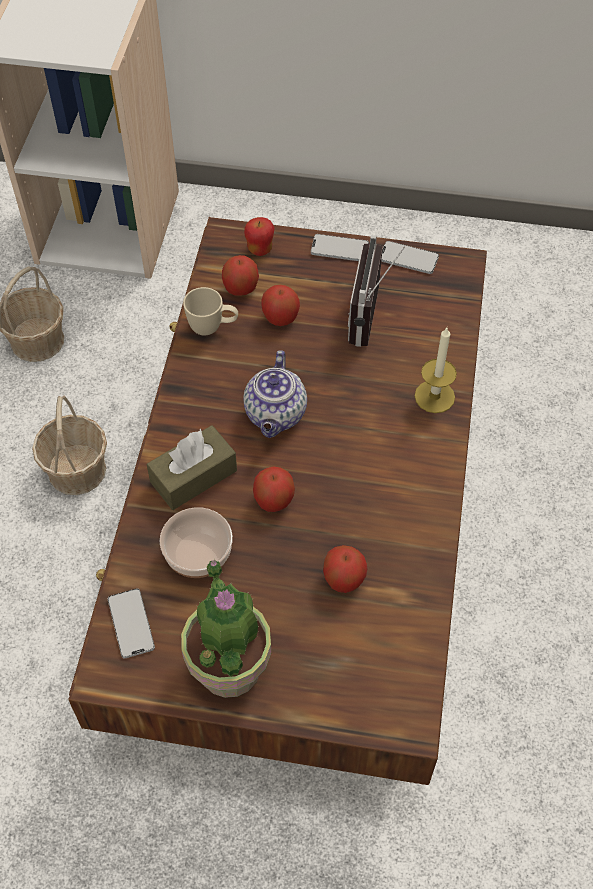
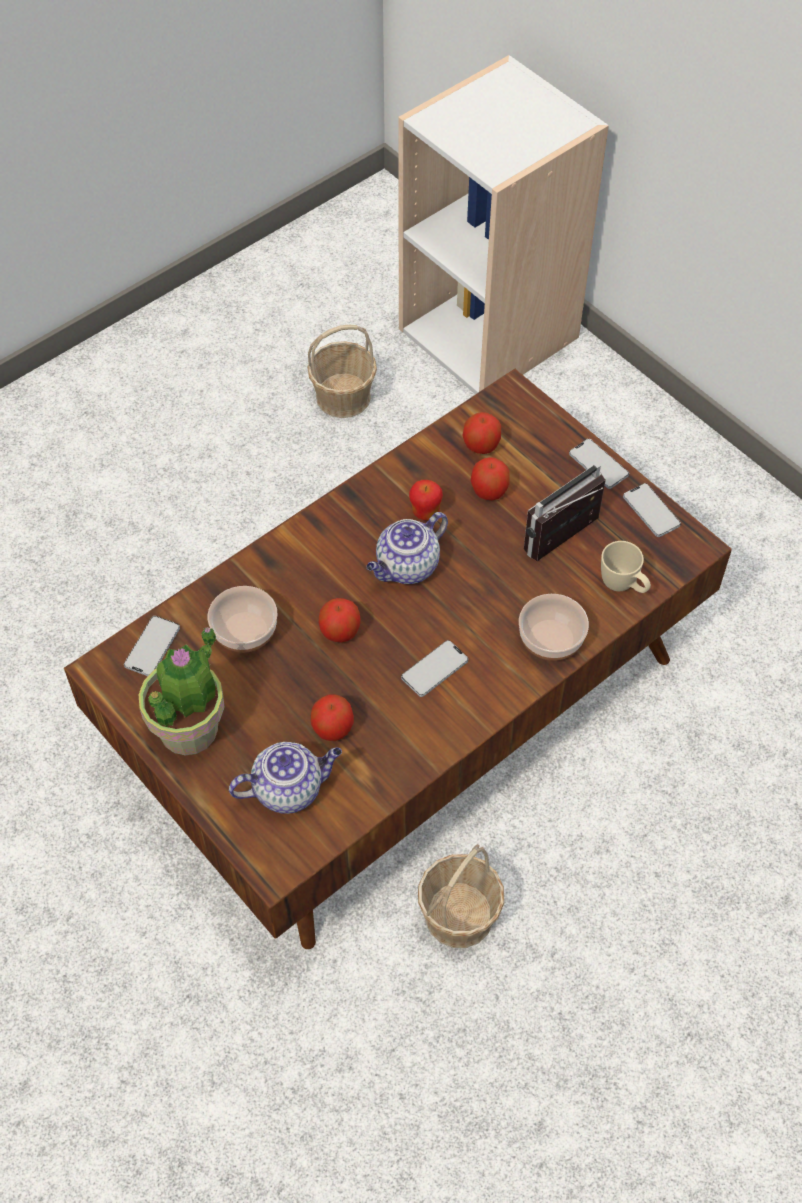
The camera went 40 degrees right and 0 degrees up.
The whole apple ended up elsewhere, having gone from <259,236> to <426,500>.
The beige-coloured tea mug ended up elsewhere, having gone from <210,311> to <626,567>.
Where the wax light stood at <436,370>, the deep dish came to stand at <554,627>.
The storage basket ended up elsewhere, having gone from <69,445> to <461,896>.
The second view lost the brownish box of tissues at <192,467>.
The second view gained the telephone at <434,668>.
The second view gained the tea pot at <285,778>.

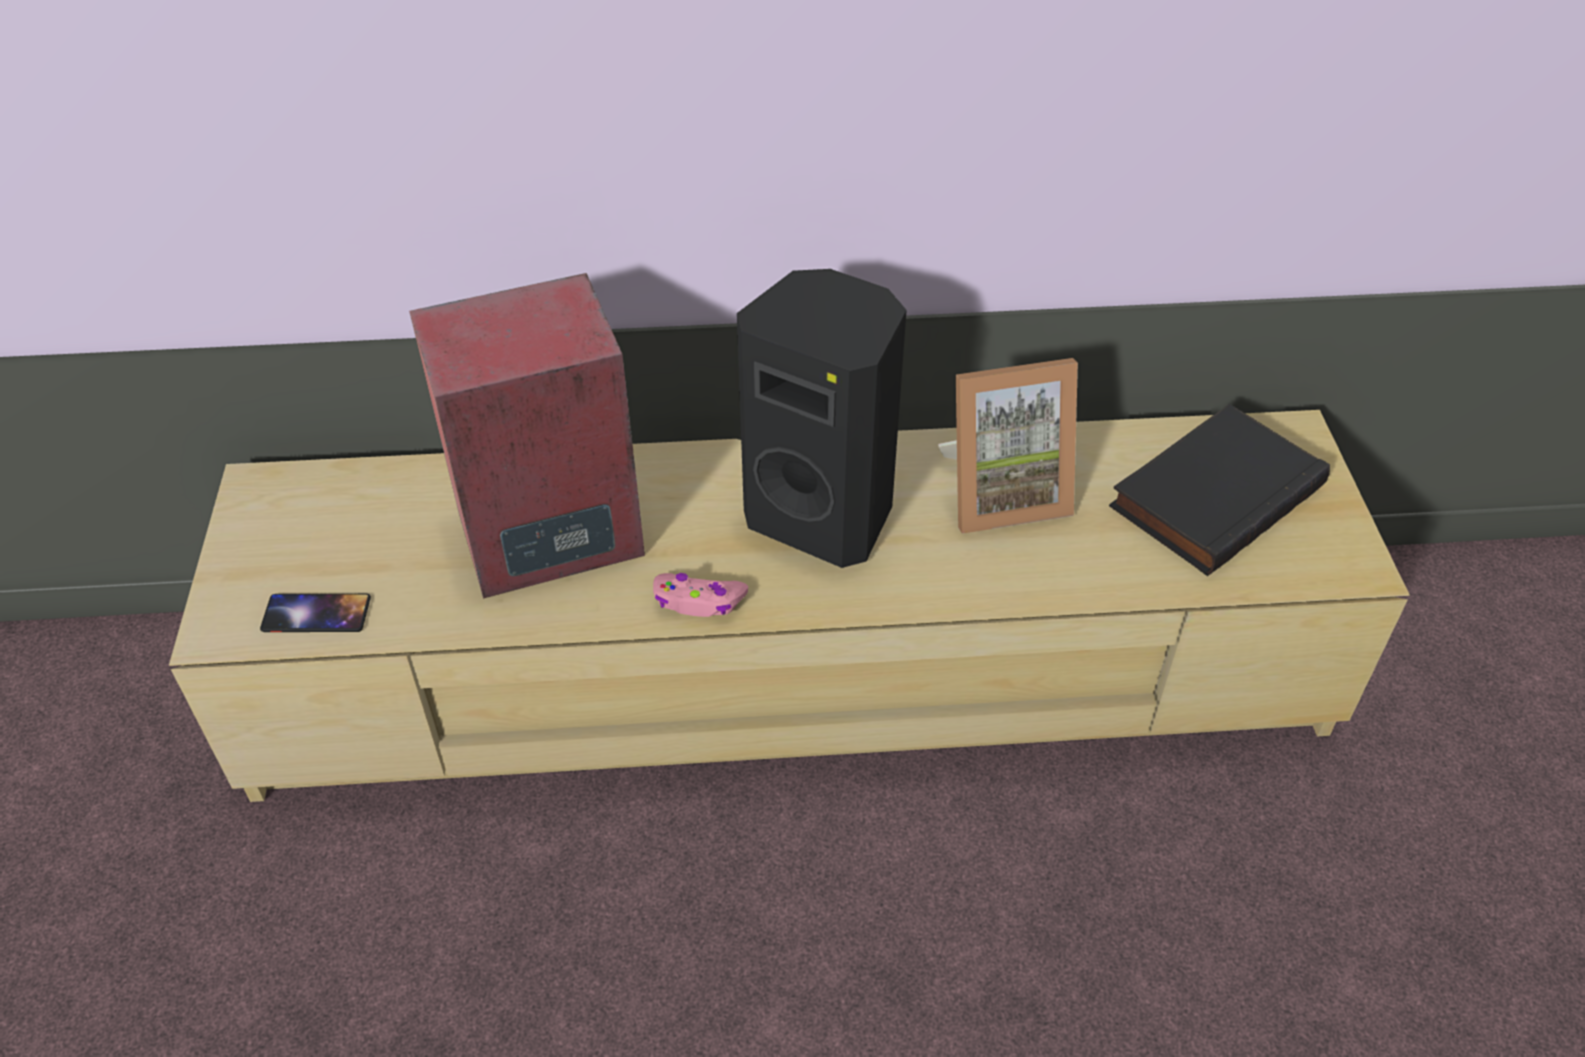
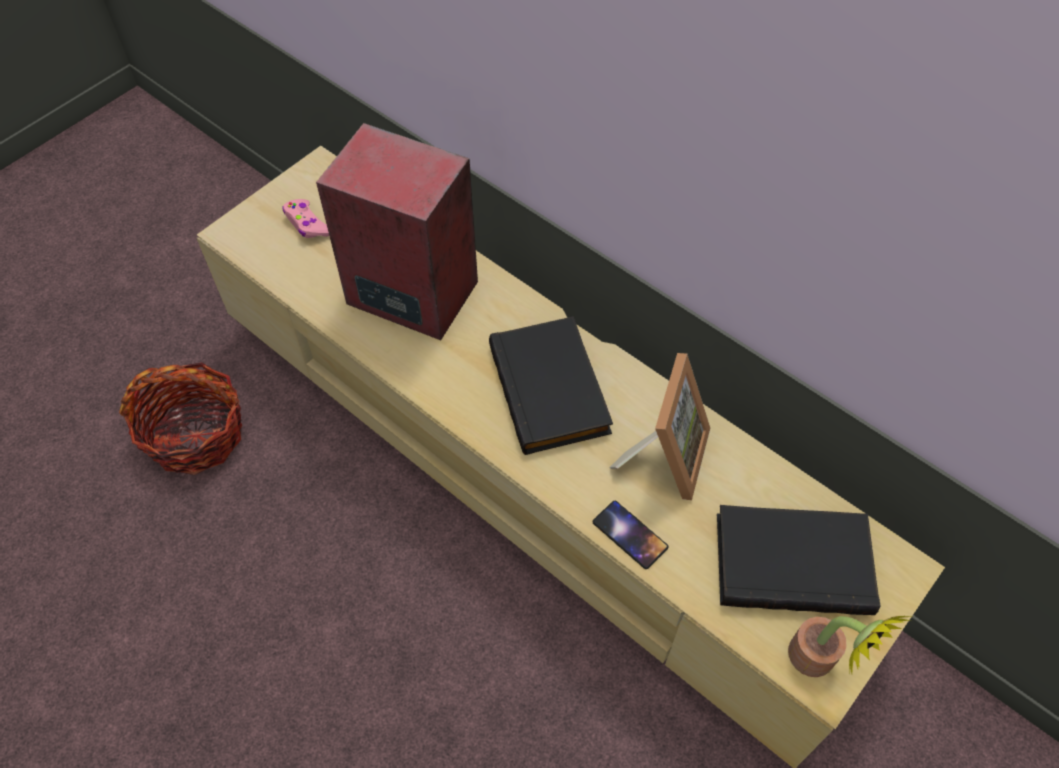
The camera went 45 degrees right and 10 degrees up.
Where the black loudspeaker stood at <822,418>, the black volume came to stand at <551,385>.
The picture frame at <1008,446> ended up facing another way, 105 degrees counterclockwise from before.
The pinkish gamepad ended up elsewhere, having gone from <700,595> to <305,218>.
The telephone ended up elsewhere, having gone from <315,613> to <630,535>.
The second view gained the storage basket at <180,418>.
The second view gained the houseplant at <849,646>.

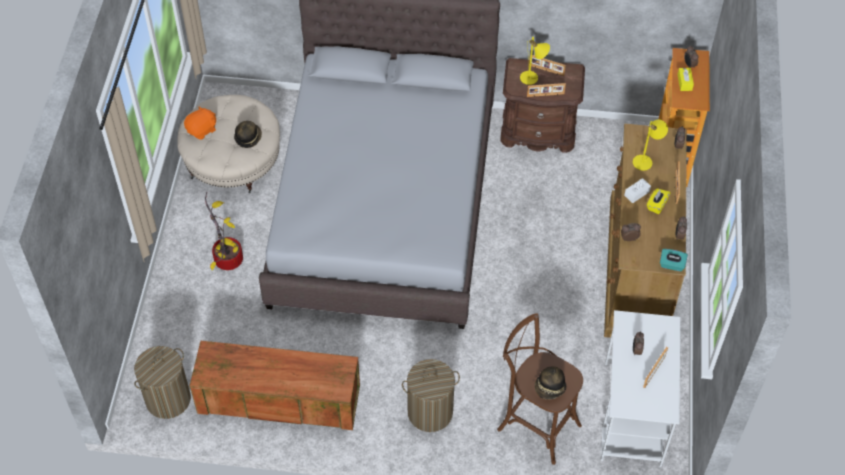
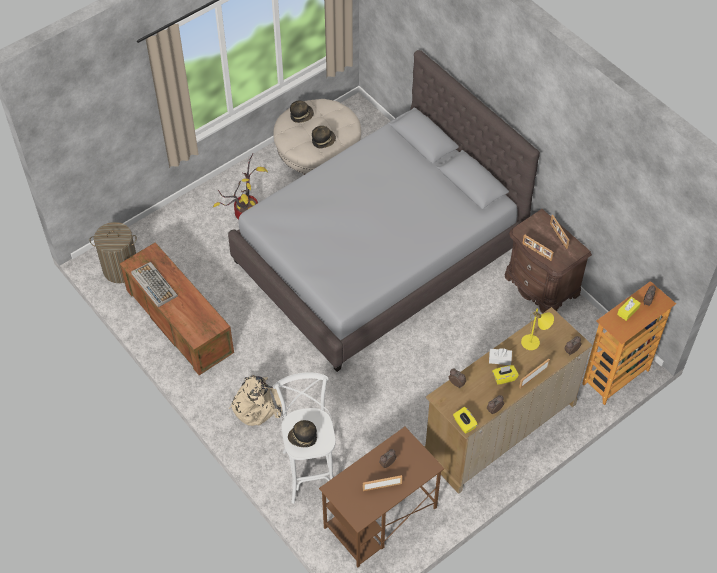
The camera went 45 degrees right and 0 degrees up.
The second view lost the yellowish lamp for a table at <535,61>.
Where the orangey plush toy stood at <200,123>, the wearable hat came to stand at <302,112>.
What was the turquoise box of tissues at <674,260> turned into the yellowish box of tissues at <465,420>.
What was the white-coloured desk unit at <640,388> turned into the brownish desk unit at <381,497>.
What was the brownish stool at <540,389> turned into the white-coloured stool at <304,438>.
Where the hamper stood at <431,395>, the beige-coloured knapsack came to stand at <255,400>.
The second view gained the keyboard at <154,284>.

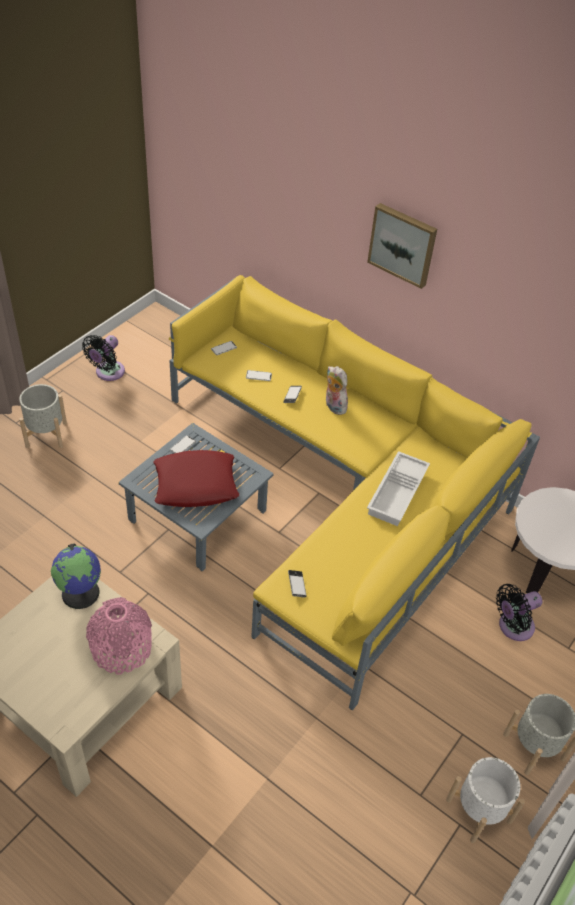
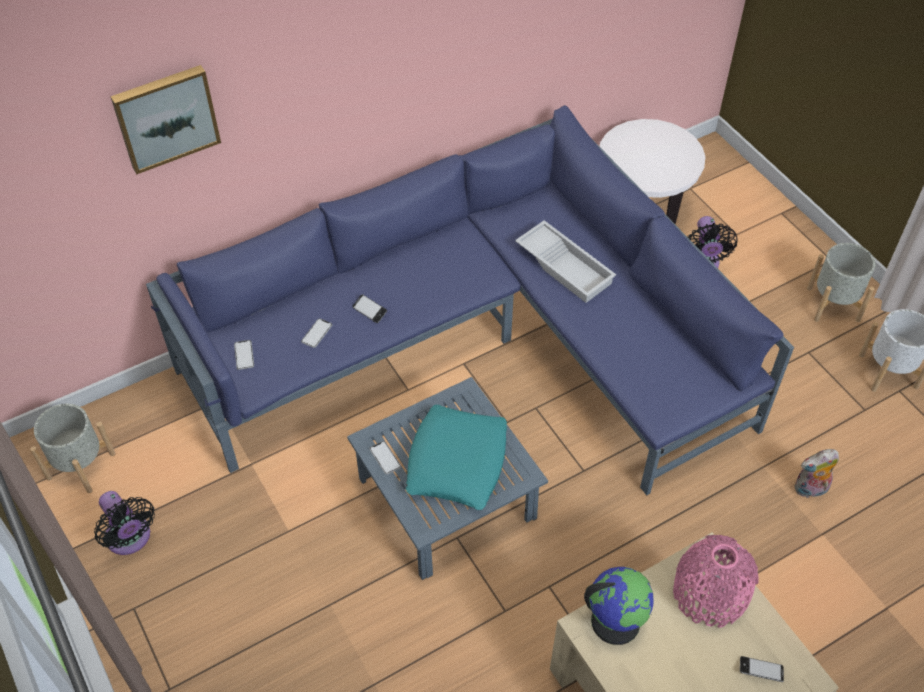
The camera went 65 degrees left and 5 degrees up.
The wall art ended up elsewhere, having gone from <402,246> to <165,119>.
What was the yellowish couch at <329,492> turned into the blue couch at <470,342>.
The plush toy ended up elsewhere, having gone from <337,390> to <817,473>.
The greyish planter ended up elsewhere, having gone from <43,416> to <73,448>.
What was the red-coloured throw pillow at <196,478> turned into the turquoise throw pillow at <456,457>.
The telephone ended up elsewhere, having gone from <297,583> to <762,669>.

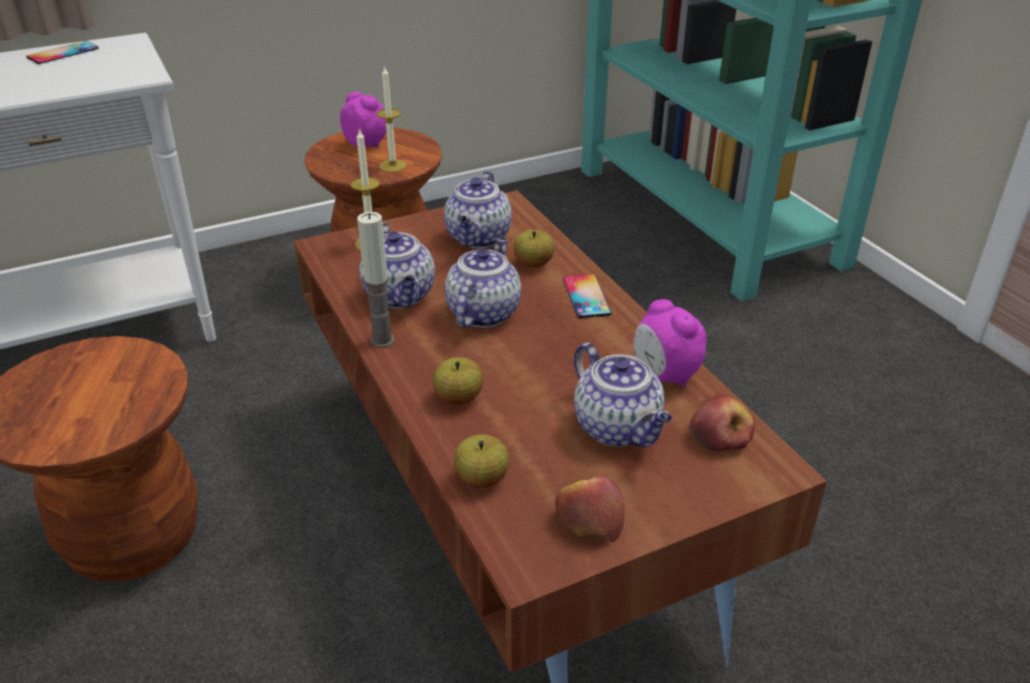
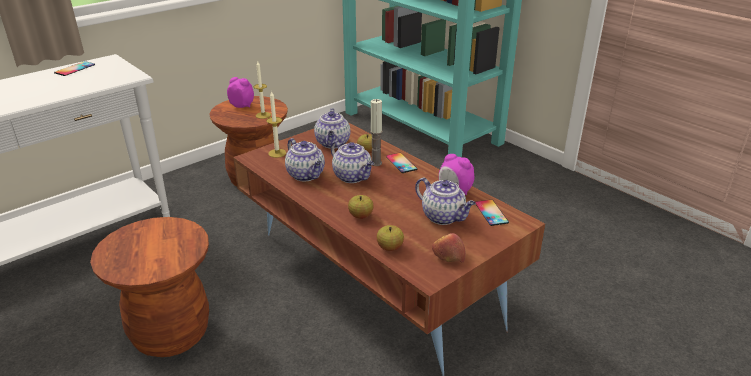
The camera went 15 degrees left and 5 degrees down.
The wax light ended up elsewhere, having gone from <376,280> to <376,132>.
The tea pot at <483,282> ended up facing another way, 135 degrees clockwise from before.
Where the whole apple stood at <722,422>, the telephone came to stand at <492,213>.

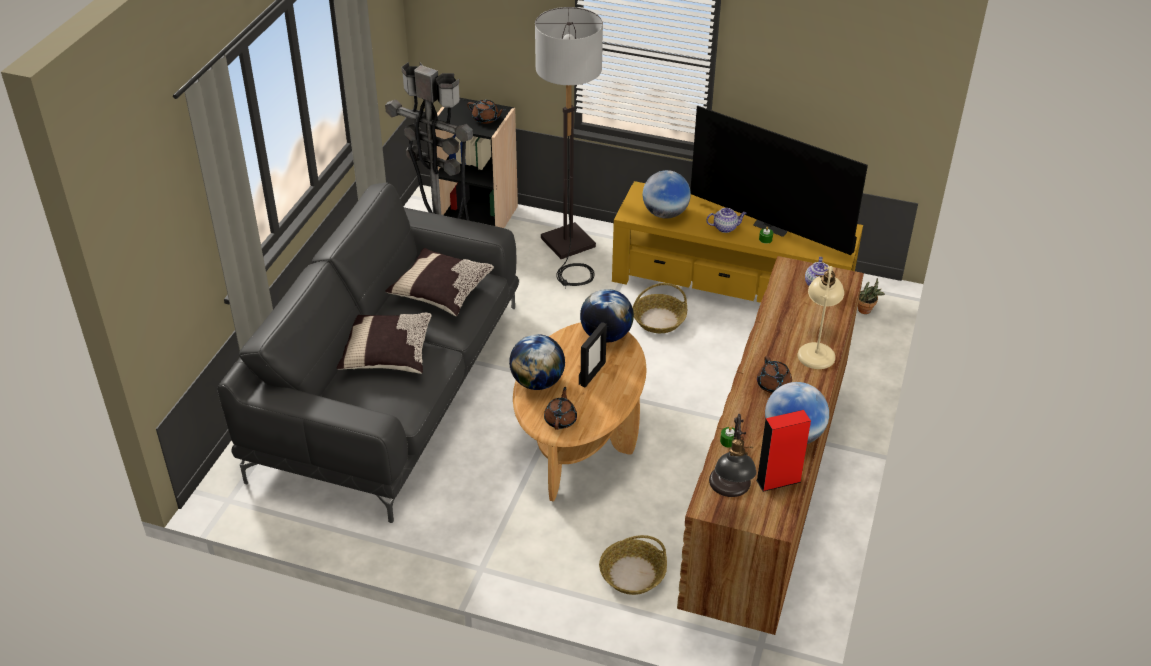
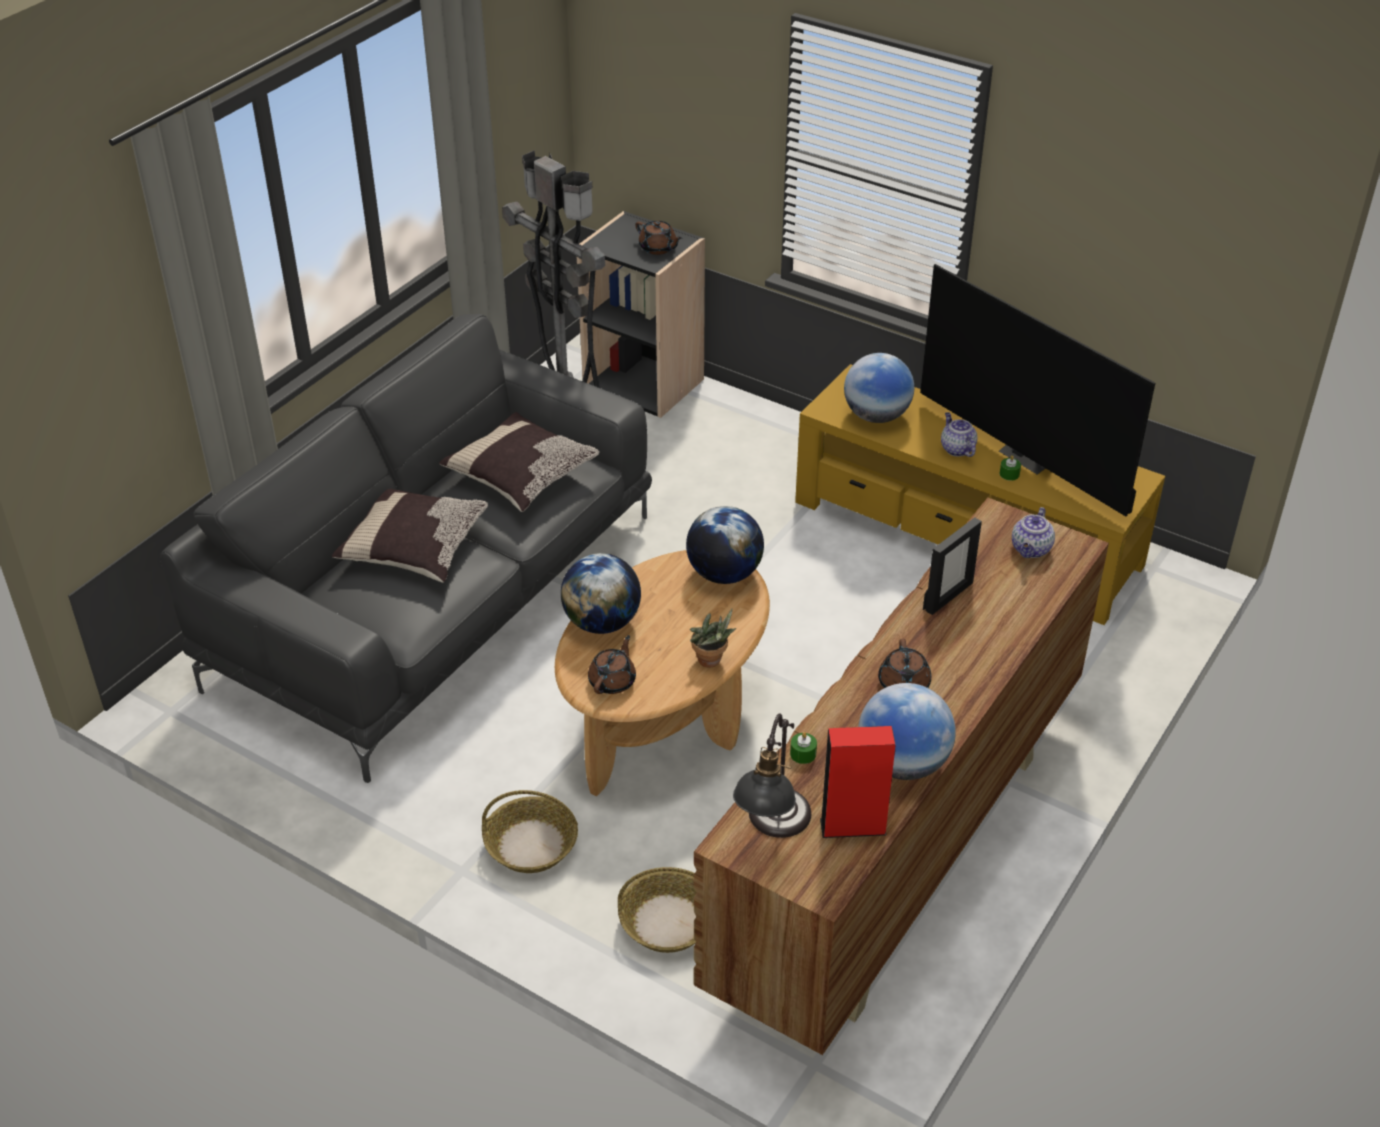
The camera went 15 degrees right and 0 degrees up.
The second view lost the standard lamp at <569,148>.
The tea pot at <726,220> ended up facing another way, 120 degrees counterclockwise from before.
The second view lost the beige-coloured lamp for a table at <821,317>.
The houseplant ended up elsewhere, having gone from <871,296> to <713,638>.
The storage basket ended up elsewhere, having gone from <659,308> to <530,831>.
The picture frame ended up elsewhere, having gone from <593,354> to <952,566>.

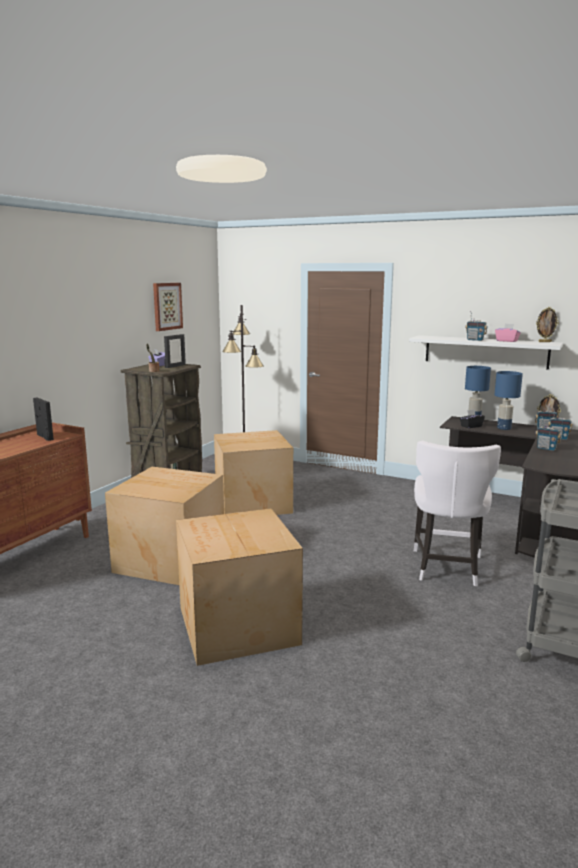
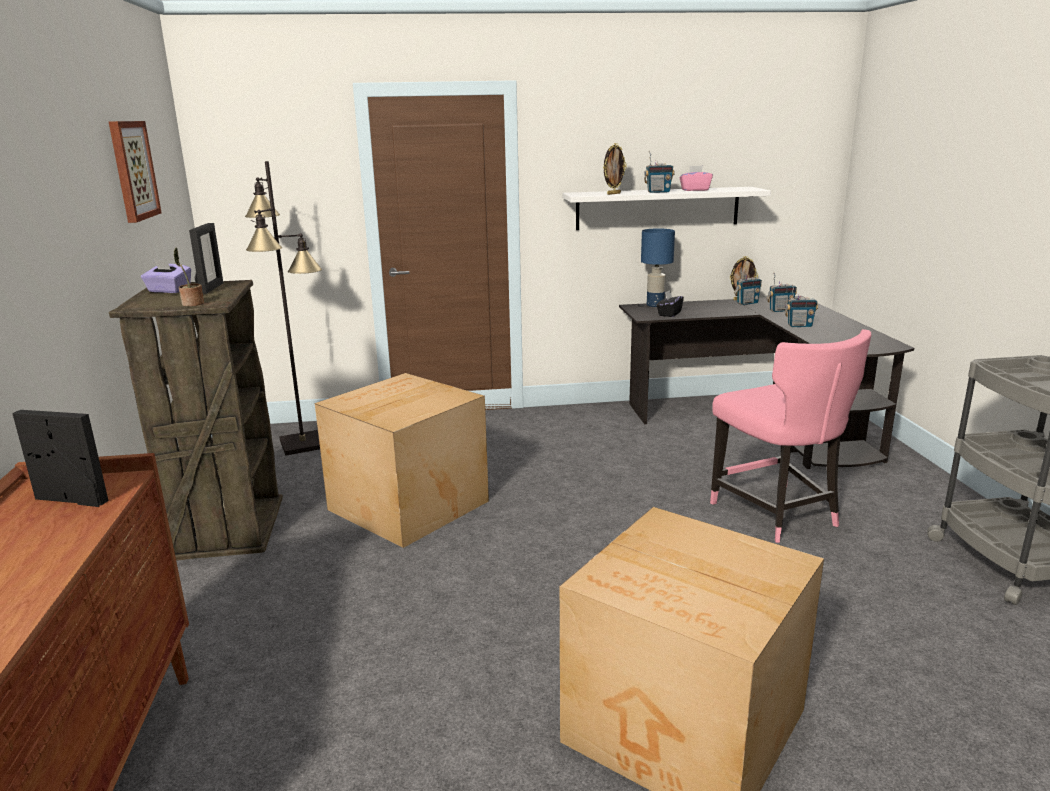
The camera went 35 degrees left and 5 degrees up.
The picture frame ended up elsewhere, having gone from <547,324> to <615,169>.
The second view lost the blue lamp for a table at <508,400>.
What was the white-coloured plain chair at <457,513> turned into the pinkish plain chair at <790,436>.
The second view lost the carton at <164,526>.

